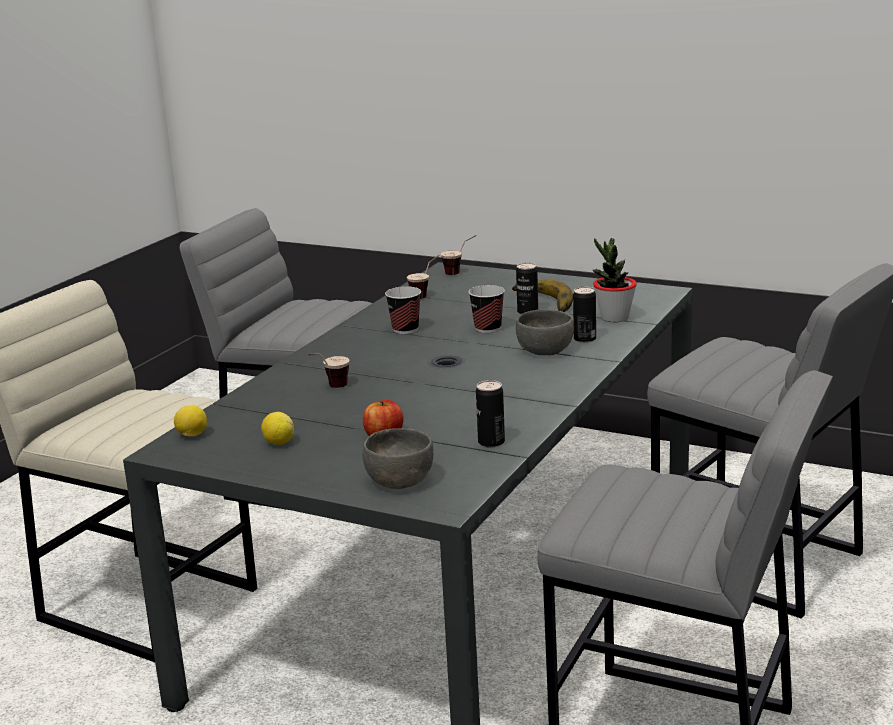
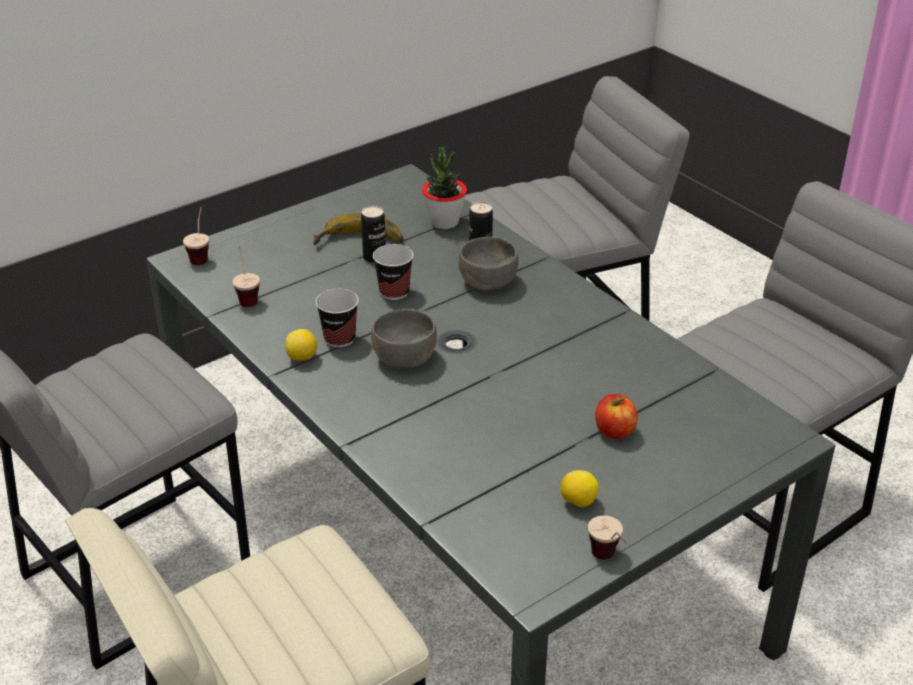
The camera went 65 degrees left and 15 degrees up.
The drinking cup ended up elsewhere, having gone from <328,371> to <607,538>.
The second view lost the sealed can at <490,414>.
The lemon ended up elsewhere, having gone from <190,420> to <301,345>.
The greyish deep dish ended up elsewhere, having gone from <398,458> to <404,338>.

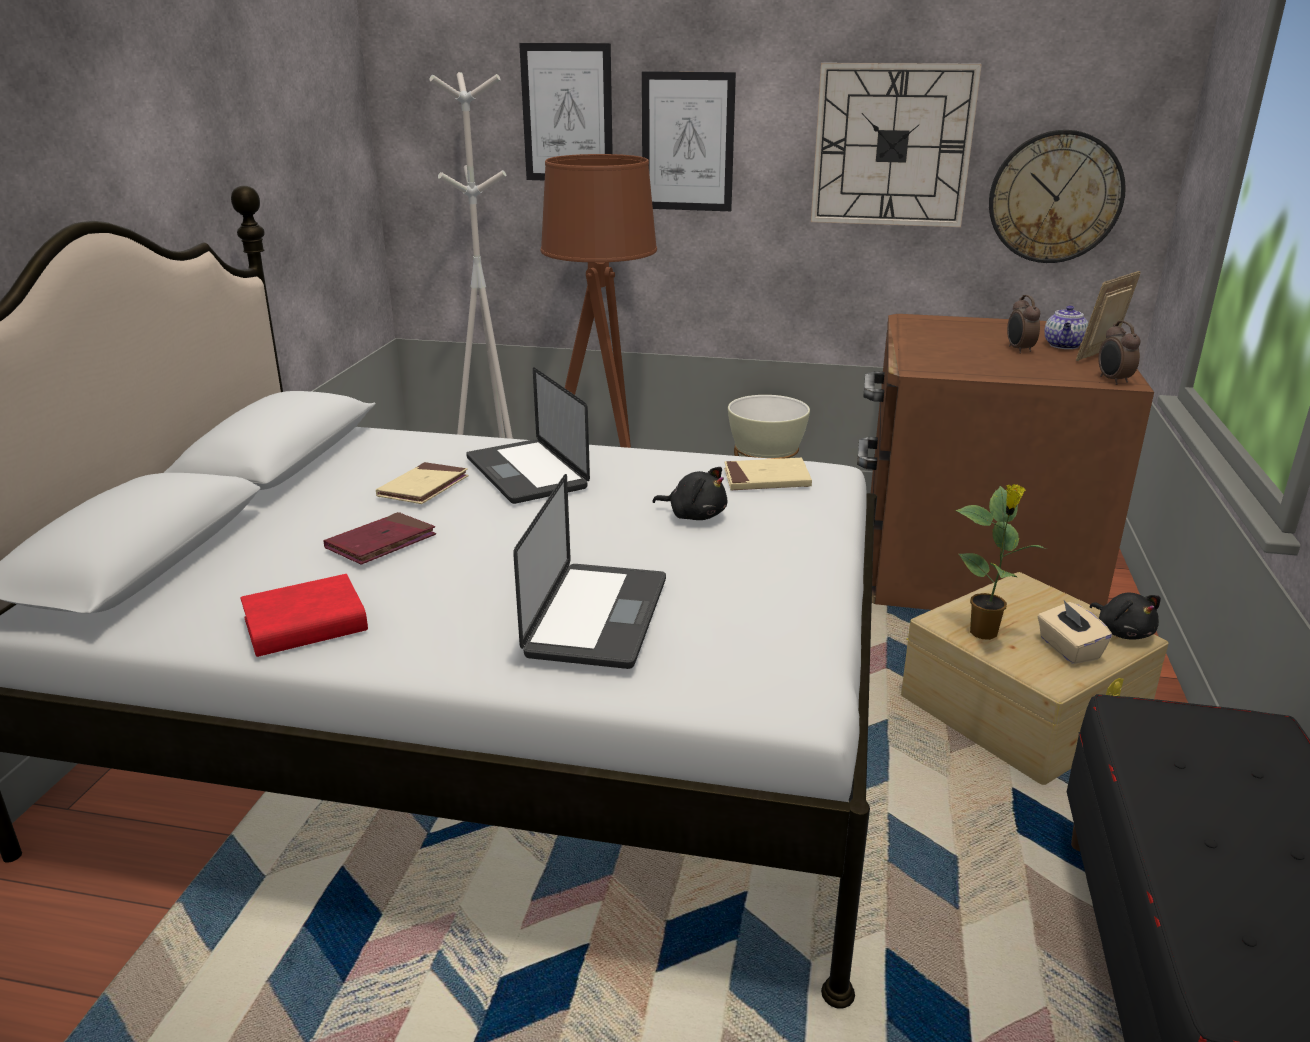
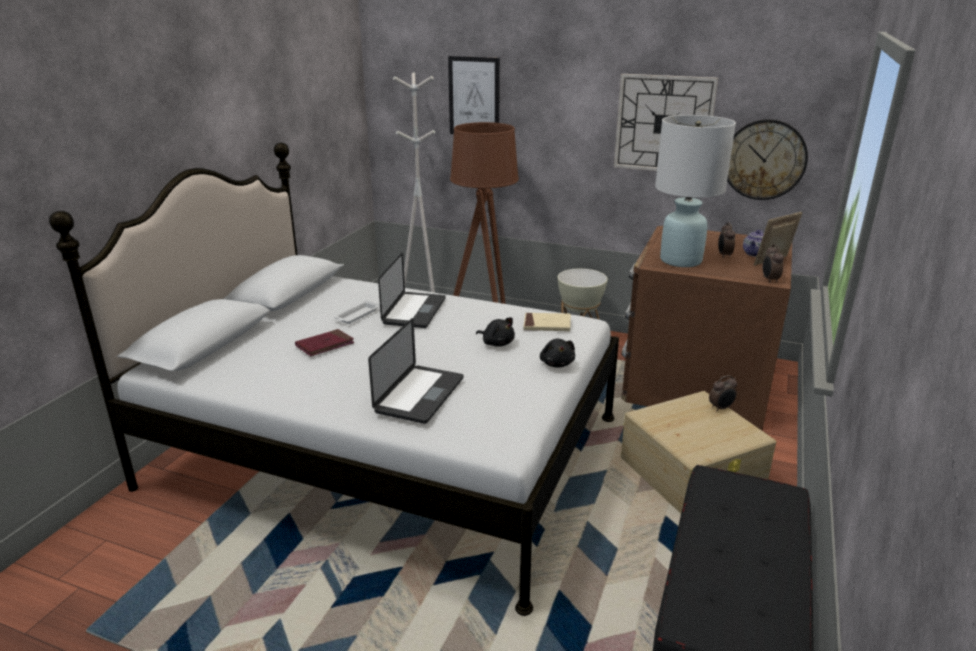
The camera went 10 degrees right and 0 degrees up.
The second view lost the wall art at <689,141>.
The laptop at <528,435> ended up facing another way, 150 degrees counterclockwise from before.
Where the beige-coloured volume stood at <422,483>, the white-coloured serving tray came to stand at <357,312>.
The second view lost the houseplant at <1000,562>.
The second view lost the red-coloured volume at <304,615>.
The black plush toy ended up elsewhere, having gone from <1125,616> to <557,353>.
The second view lost the beige-coloured box of tissues at <1074,632>.
The second view gained the white-coloured lamp for a table at <695,191>.
The second view gained the alarm clock at <723,393>.

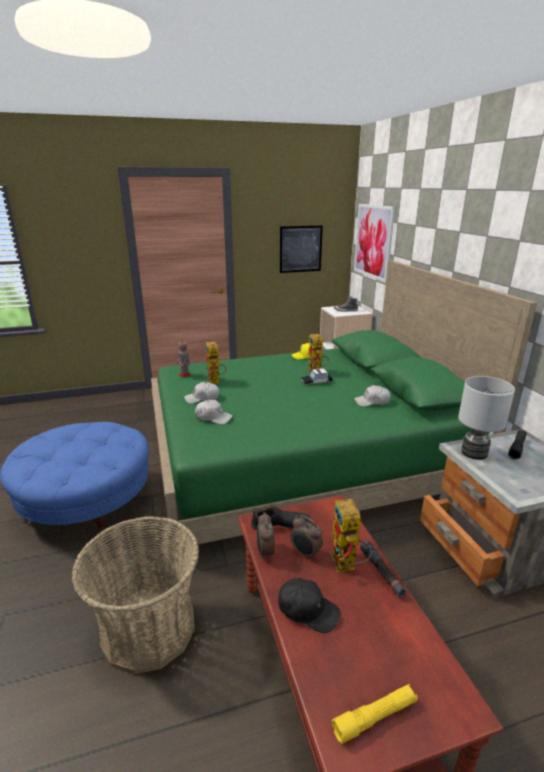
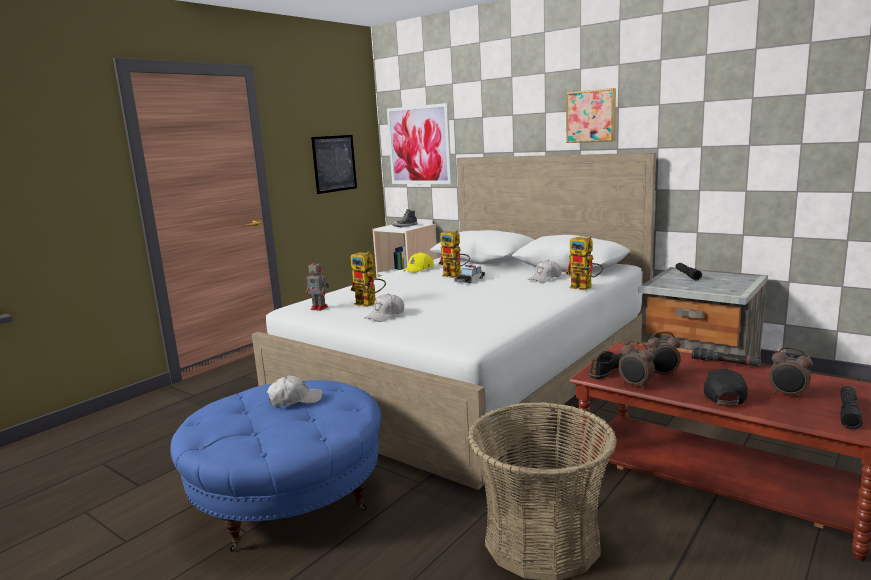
The camera went 35 degrees left and 10 degrees down.
What was the greenish bed at <344,410> turned into the white-coloured bed at <454,321>.
The second view lost the greyish lamp for a table at <486,418>.
The white-coloured cap ended up elsewhere, having gone from <214,412> to <295,391>.
The robot figure ended up elsewhere, having gone from <351,535> to <584,263>.
The black cap at <309,605> ended up facing another way, 60 degrees counterclockwise from before.
What was the yellowish hand torch at <375,714> turned into the black hand torch at <851,407>.
The second view gained the wall art at <591,115>.
The second view gained the alarm clock at <791,373>.

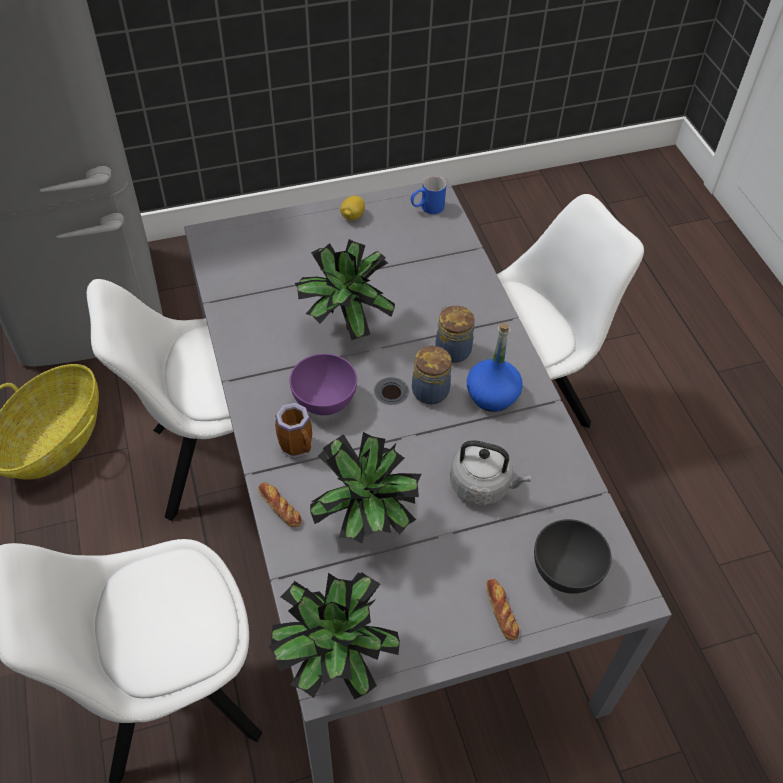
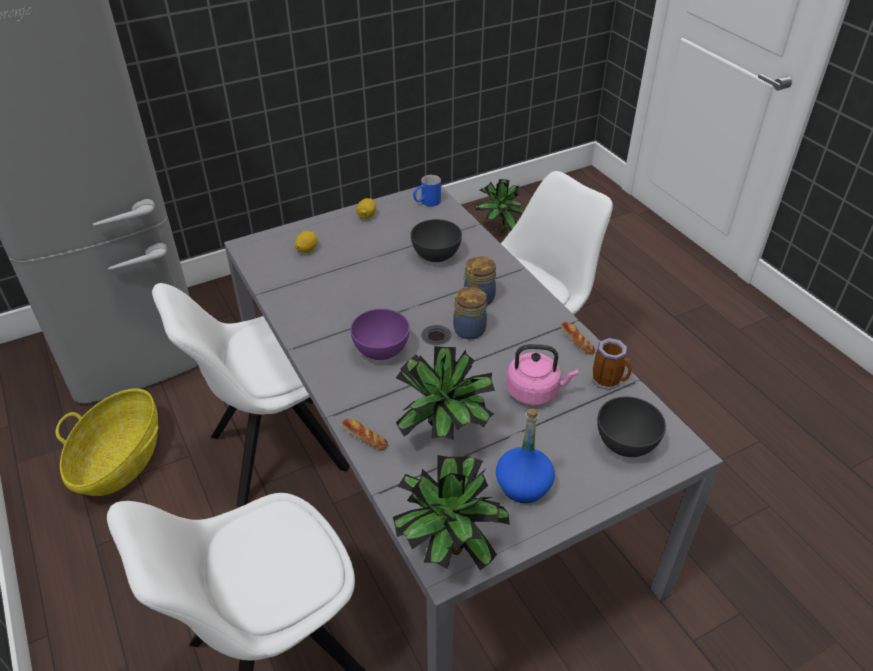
The camera went 10 degrees left and 10 degrees down.
The houseplant ended up elsewhere, having gone from <345,290> to <499,206>.
The blue bottle ended up elsewhere, having gone from <495,367> to <525,456>.
The tea mug ended up elsewhere, having gone from <293,430> to <612,364>.
What was the greyish tea kettle at <490,472> turned into the pinkish tea kettle at <542,375>.
The bakery bread ended up elsewhere, having gone from <502,610> to <578,338>.
The second view gained the greyish deep dish at <436,240>.
The second view gained the lemon at <306,242>.

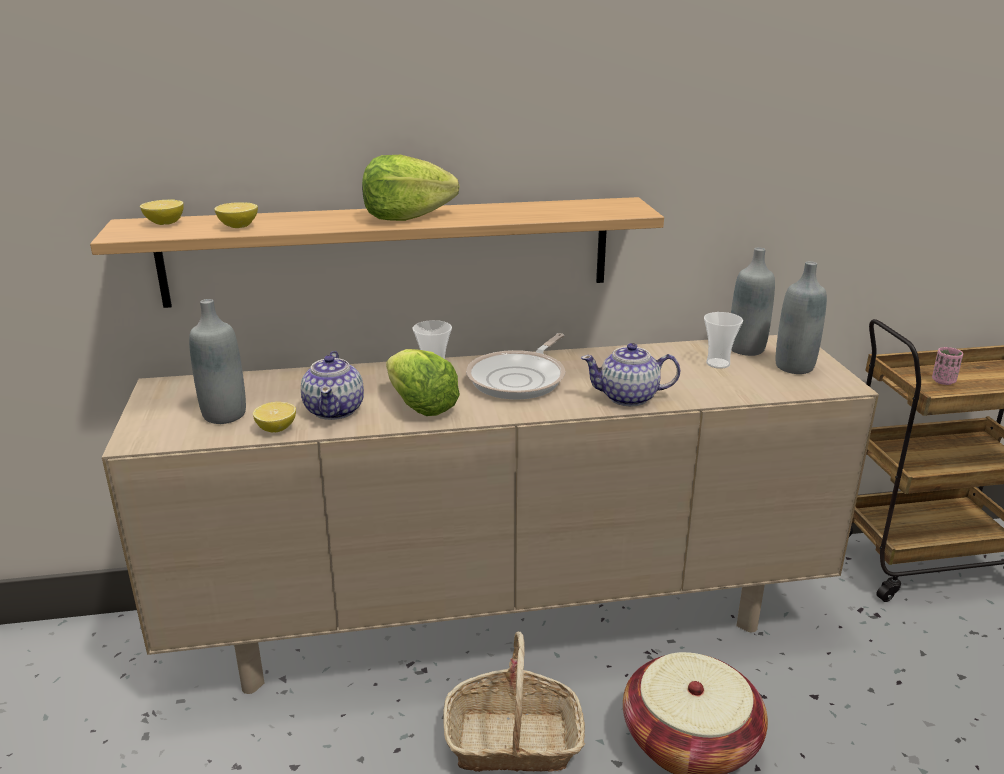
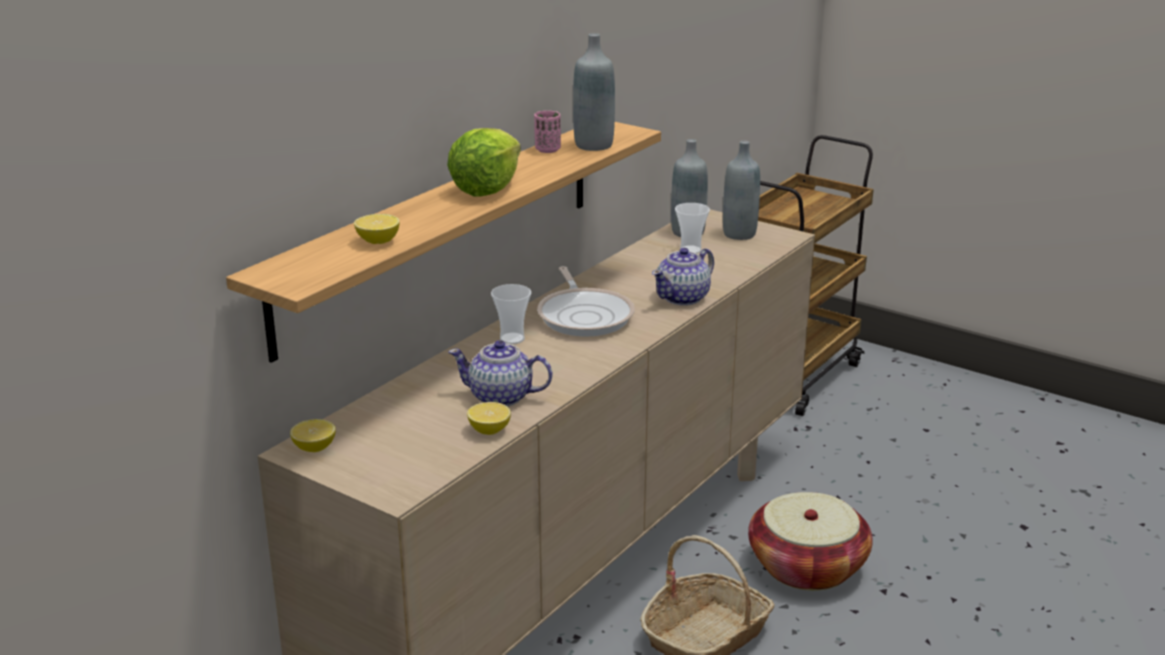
The camera went 45 degrees left and 0 degrees up.
The lemon ended up elsewhere, having gone from <162,212> to <312,435>.
The greyish bottle ended up elsewhere, having gone from <217,361> to <594,92>.
The pinkish drinking cup ended up elsewhere, having gone from <947,366> to <547,132>.
The second view lost the lettuce head at <423,382>.
The tea pot at <332,385> ended up facing another way, 150 degrees clockwise from before.

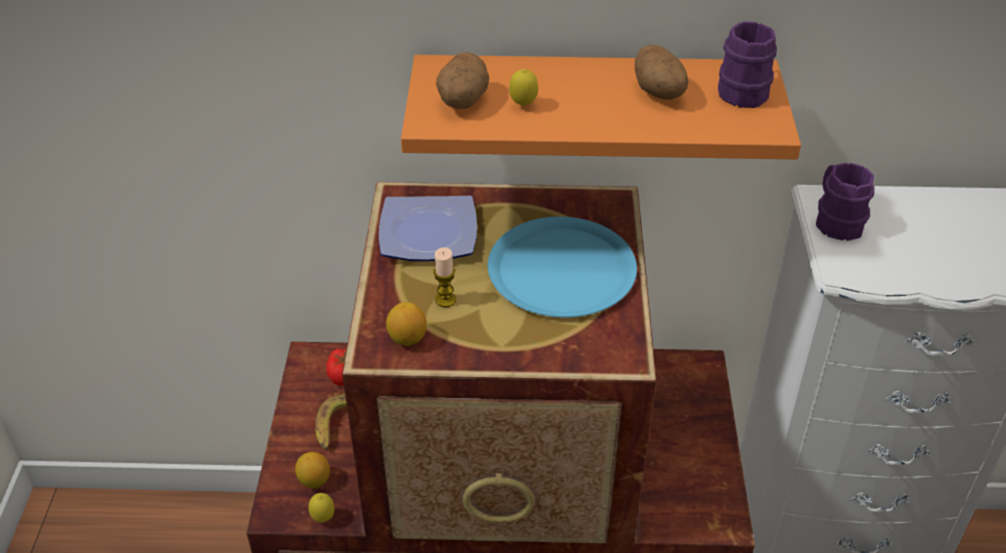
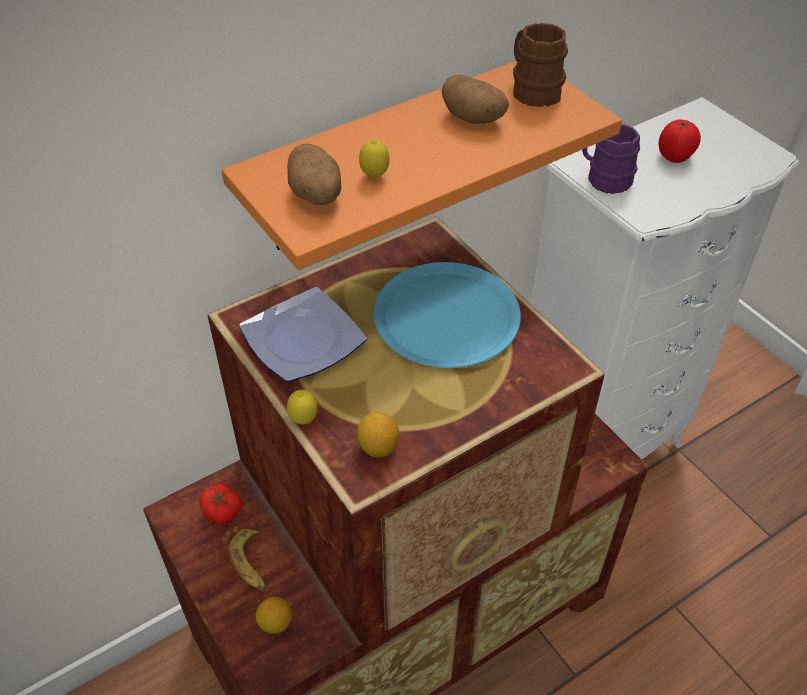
The camera went 35 degrees left and 5 degrees up.
What was the purple tea mug at <747,64> turned into the brownish tea mug at <540,65>.
The second view lost the wax light at <444,277>.
The lemon ended up elsewhere, having gone from <321,508> to <302,407>.
The second view gained the whole tomato at <680,141>.

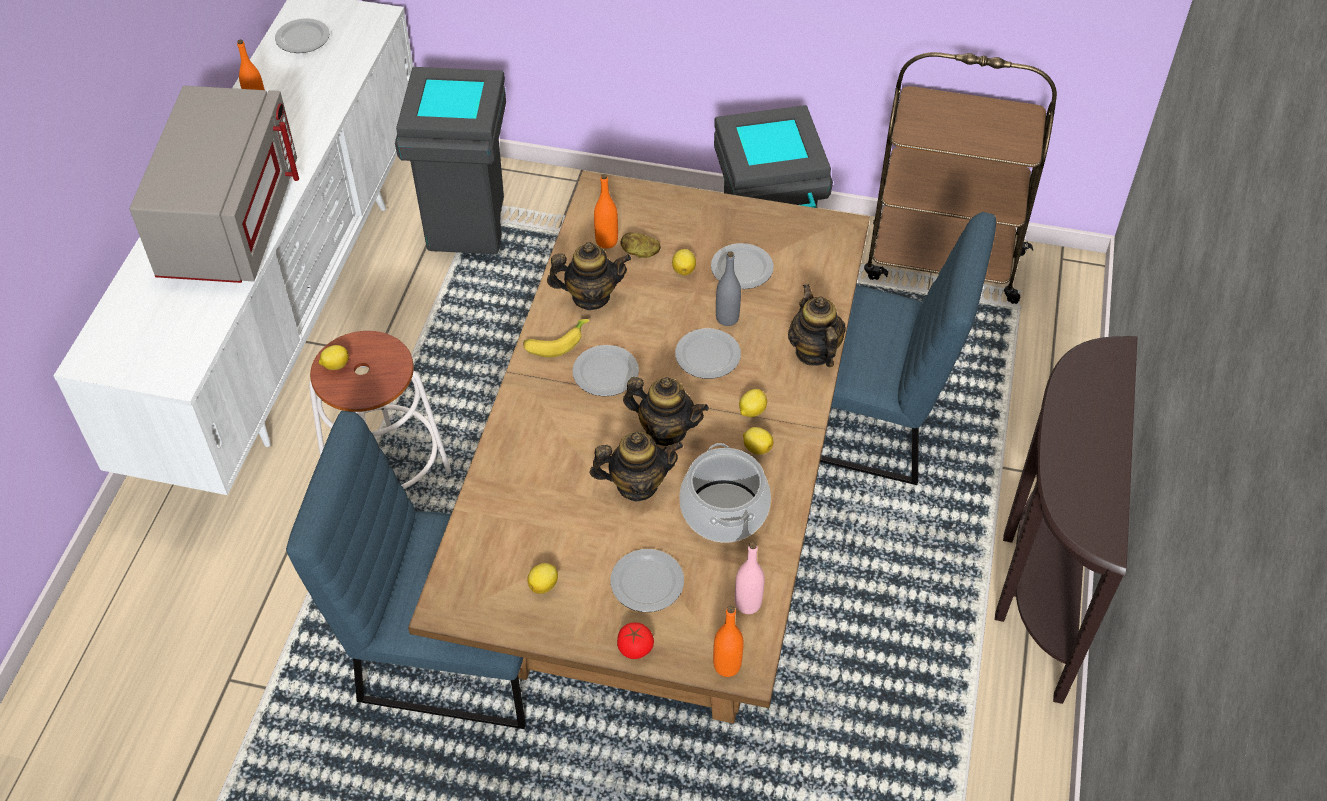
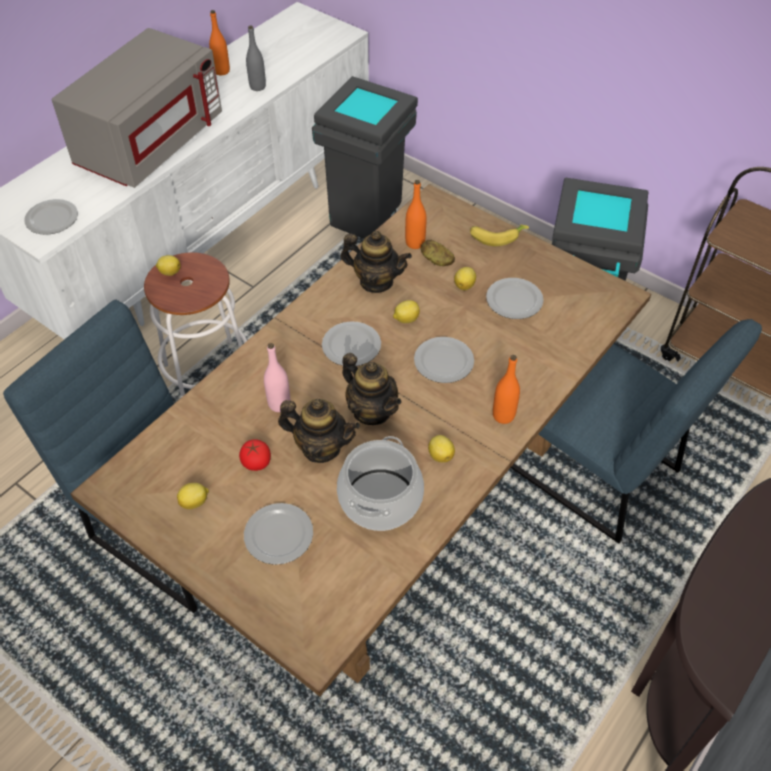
The camera went 25 degrees right and 0 degrees up.
The dinner plate ended up elsewhere, having gone from <302,35> to <51,217>.
The greyish bottle ended up elsewhere, having gone from <728,288> to <256,58>.
The second view lost the tea pot at <817,325>.
The banana fruit ended up elsewhere, having gone from <556,338> to <499,235>.
The lemon ended up elsewhere, having gone from <753,403> to <406,311>.
The pinkish bottle ended up elsewhere, having gone from <750,578> to <277,377>.
The orangey bottle ended up elsewhere, having gone from <728,641> to <506,389>.
The whole tomato ended up elsewhere, having gone from <635,641> to <255,455>.

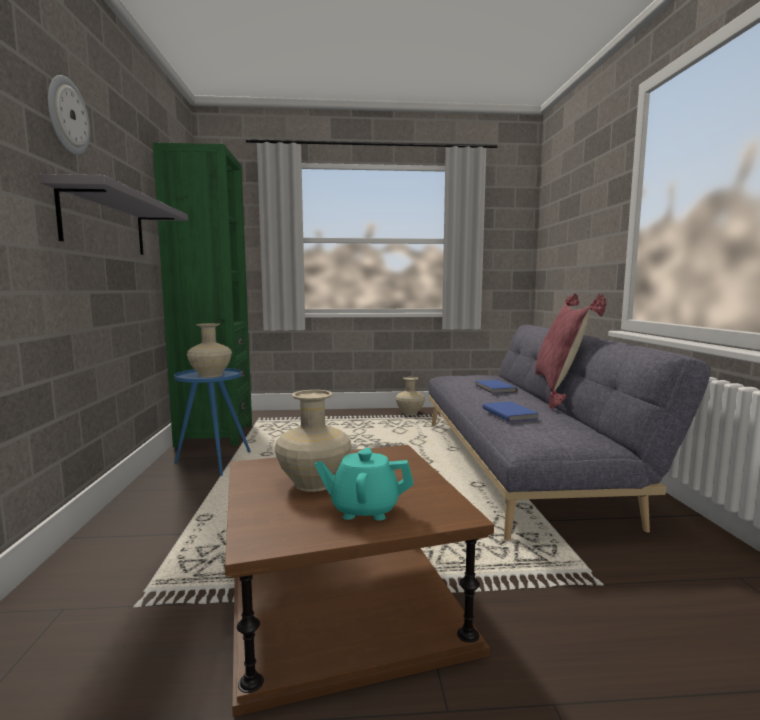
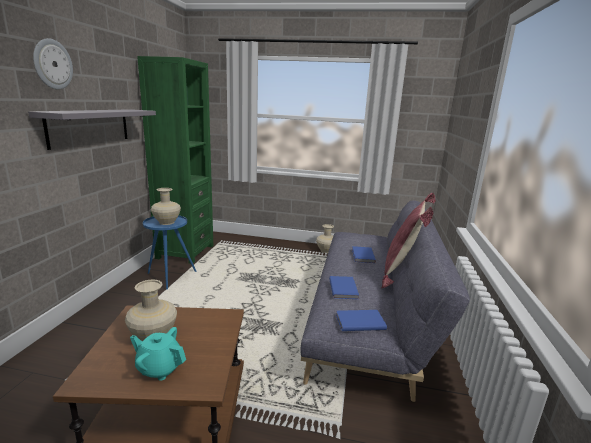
The camera went 15 degrees right and 10 degrees up.
The second view gained the blue volume at <361,320>.

